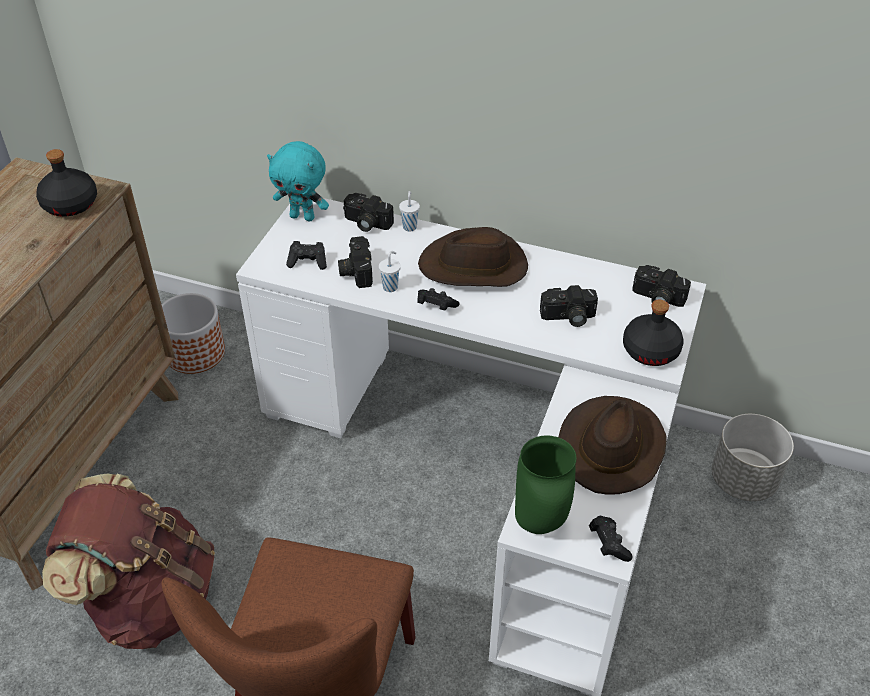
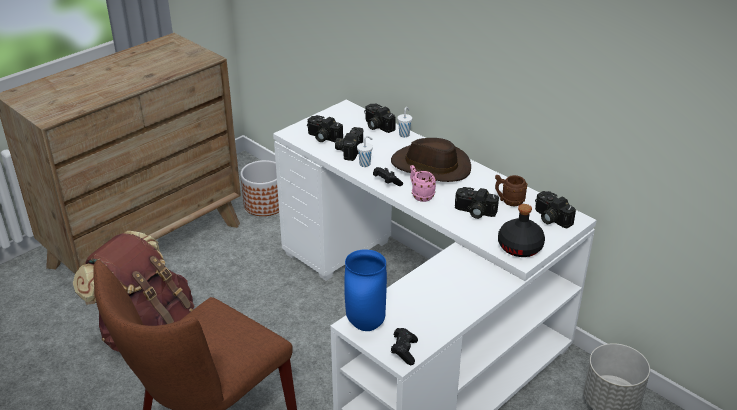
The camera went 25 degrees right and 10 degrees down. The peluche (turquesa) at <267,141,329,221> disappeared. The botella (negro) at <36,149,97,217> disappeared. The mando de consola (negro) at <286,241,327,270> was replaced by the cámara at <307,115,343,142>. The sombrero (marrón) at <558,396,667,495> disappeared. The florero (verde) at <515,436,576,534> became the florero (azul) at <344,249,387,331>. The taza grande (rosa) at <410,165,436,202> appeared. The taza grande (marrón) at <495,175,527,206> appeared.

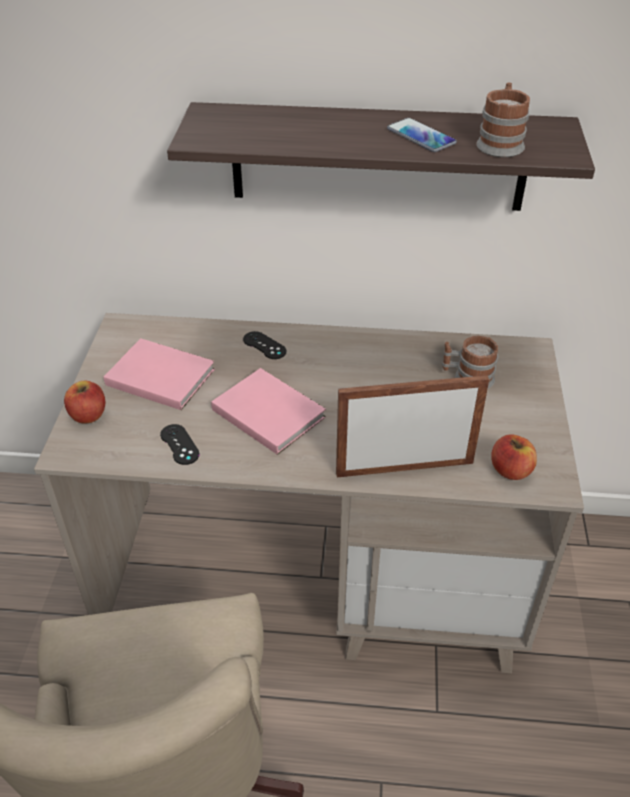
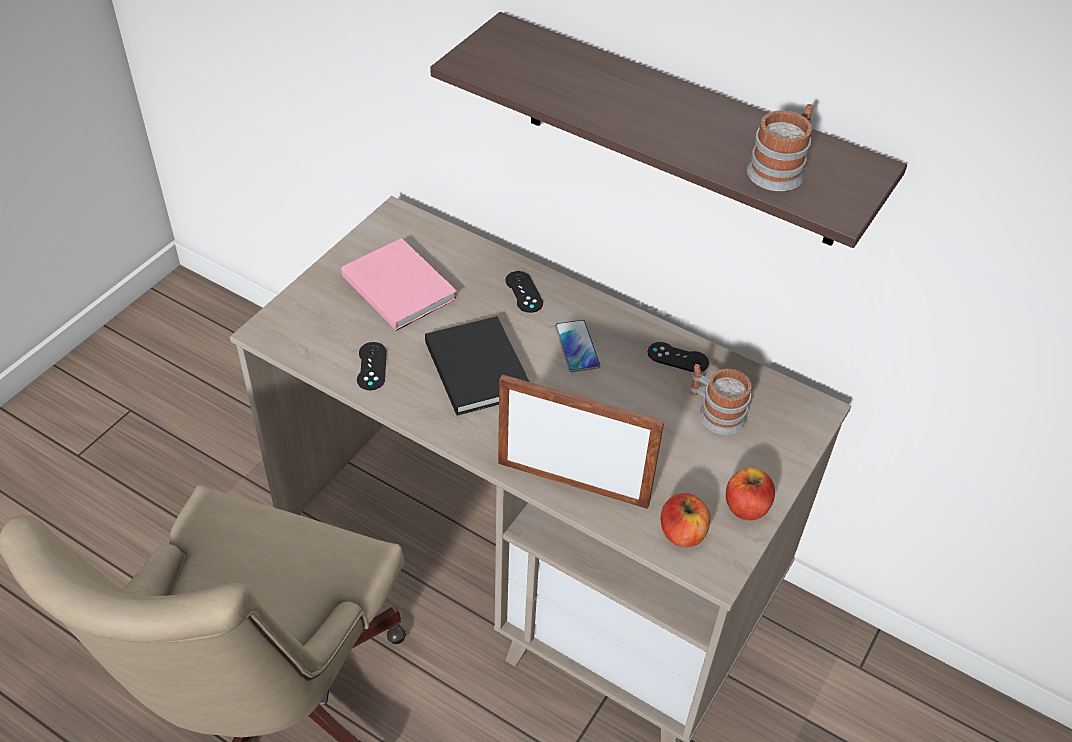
The camera went 25 degrees right and 5 degrees up. The móvil moved from <387,118,457,152> to <555,320,600,372>. The libro (rosa) at <211,368,326,455> became the libro (negro) at <425,316,529,416>. The manzana moved from <64,381,105,424> to <726,467,775,521>. The mando de consola (negro) at <648,342,709,372> appeared.

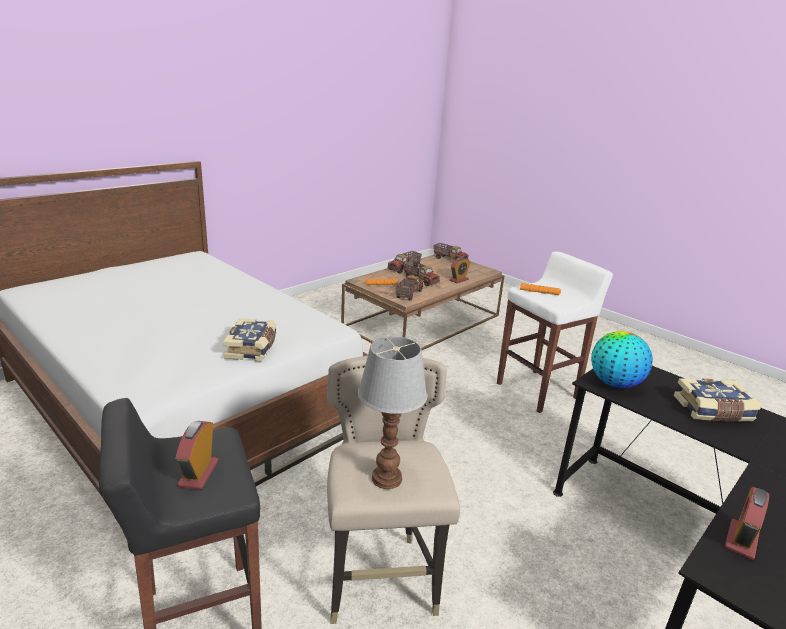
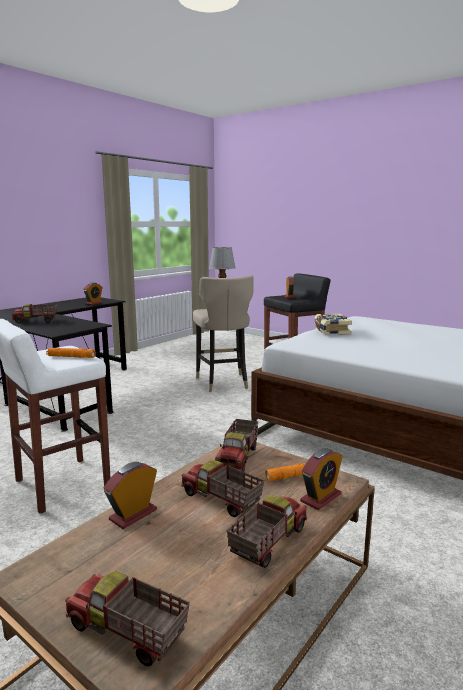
The camera went 175 degrees right and 10 degrees down. The globo terráqueo at <591,331,653,388> disappeared. The libro at <674,378,760,421> was replaced by the camión de juguete at <12,304,57,323>. The despertador at <300,448,343,510> appeared.

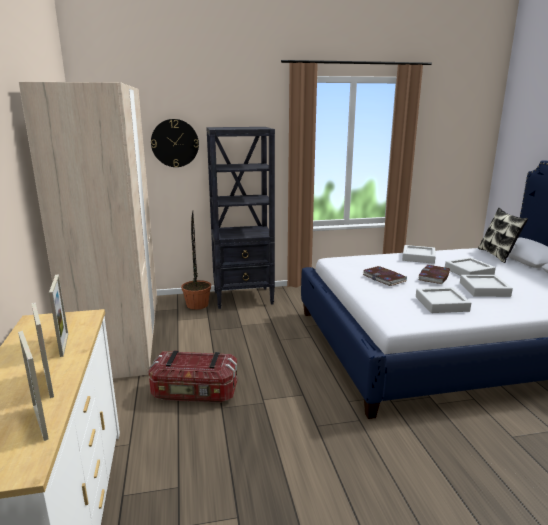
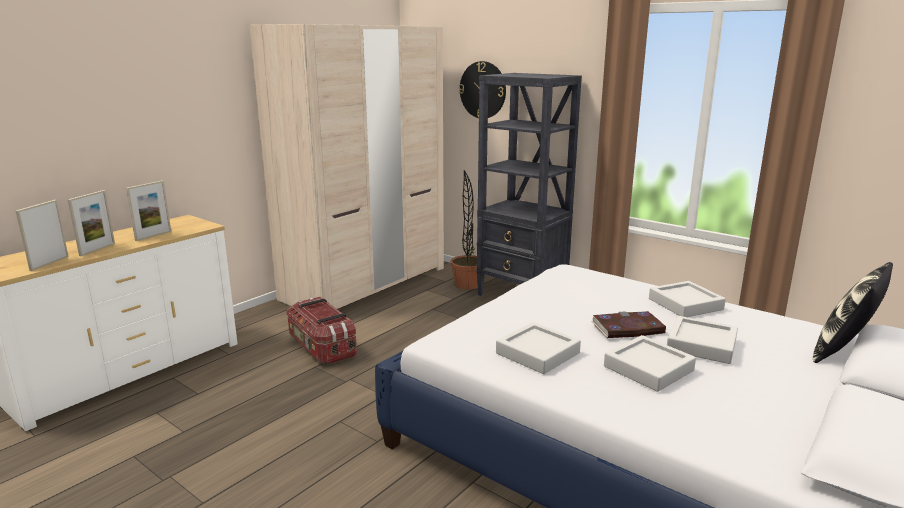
The camera went 50 degrees right and 0 degrees up. The libro at <362,266,407,286> disappeared.

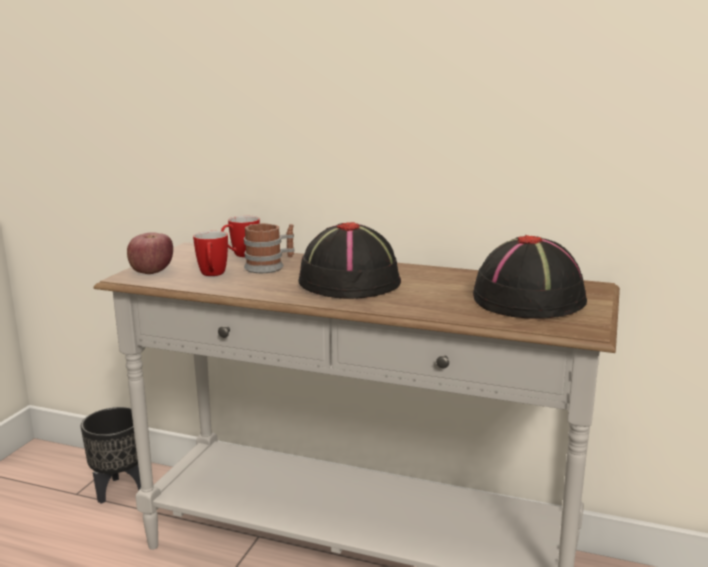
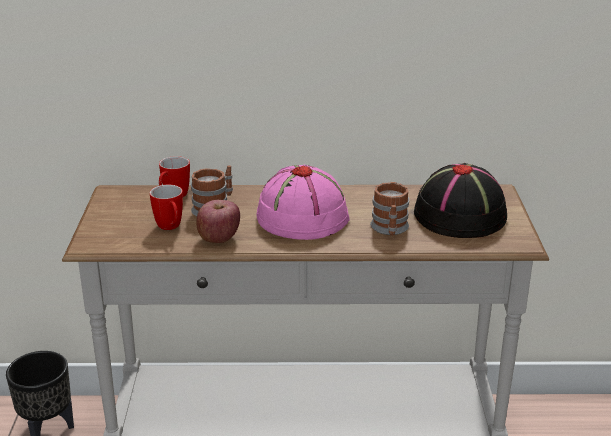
The camera went 20 degrees left and 10 degrees up. The sombrero (negro) at <299,222,401,299> became the sombrero (rosa) at <257,164,350,240>. The manzana moved from <127,233,173,274> to <196,200,240,243>. The taza grande at <370,182,409,236> appeared.

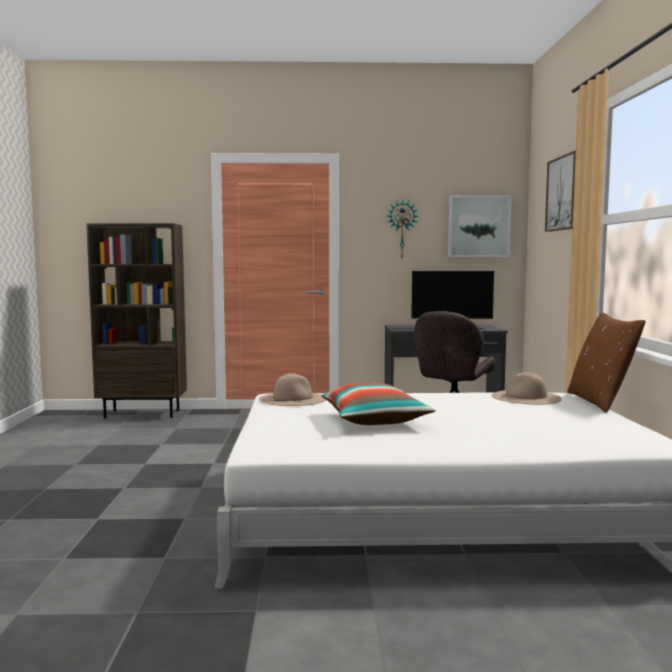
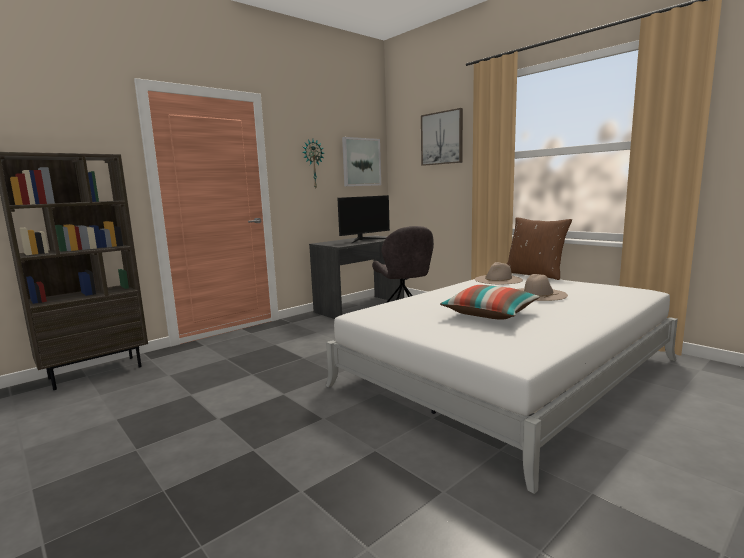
The camera went 40 degrees left and 5 degrees up. The sombrero (beis) moved from <259,373,326,406> to <518,274,568,301>.

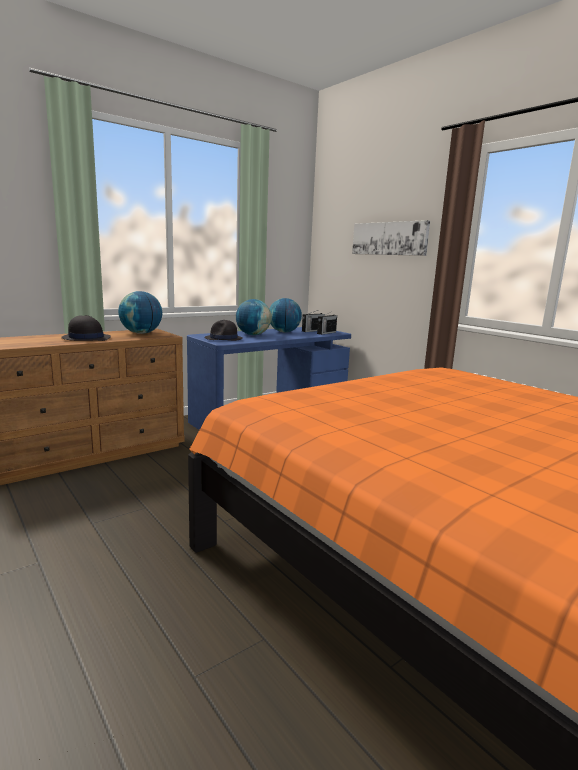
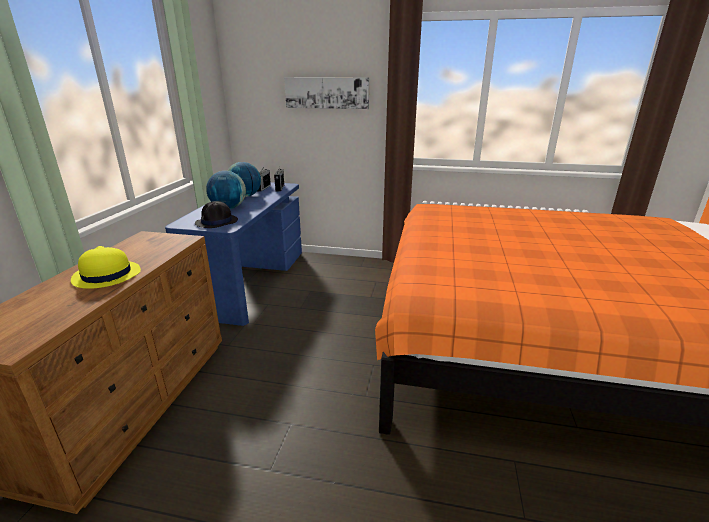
The camera went 40 degrees left and 10 degrees up. The globo terráqueo at <118,291,162,334> disappeared. The sombrero (negro) at <61,315,111,341> became the sombrero (amarillo) at <71,246,141,289>.

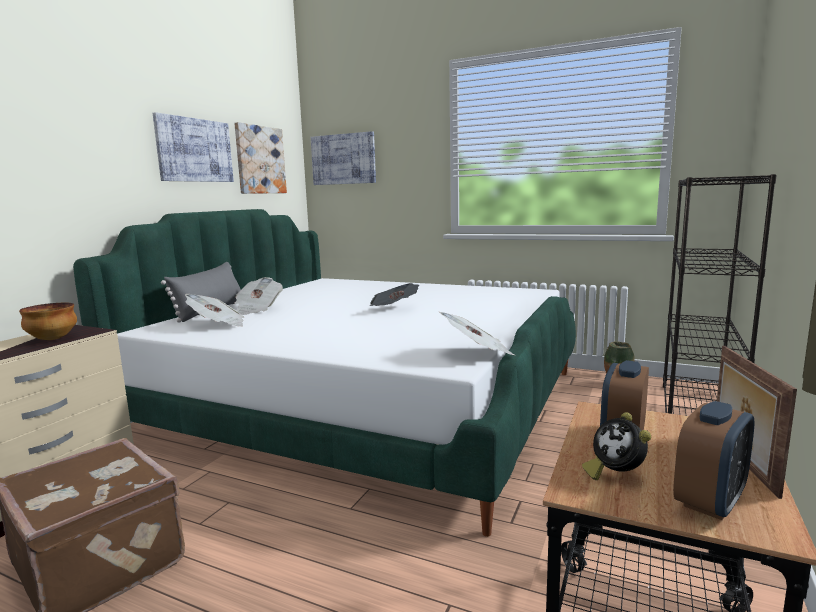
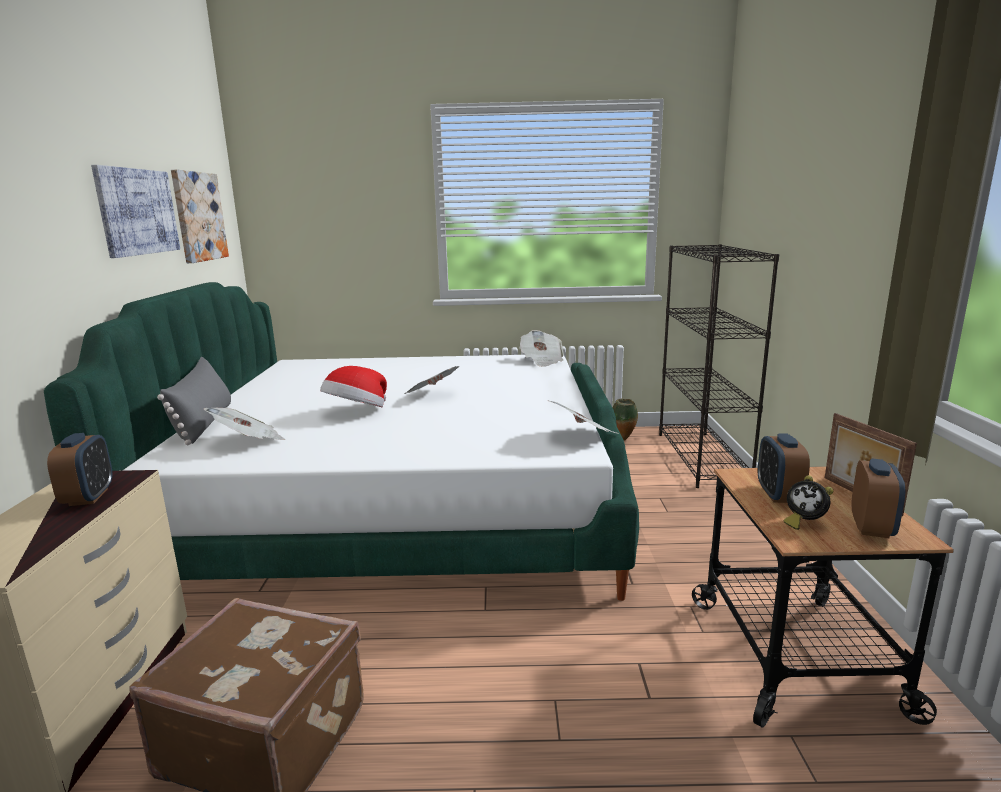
The camera went 25 degrees left and 5 degrees up. The cuadro at <311,131,376,185> disappeared. The periódico moved from <234,277,283,315> to <519,330,564,367>. The cuenco at <19,303,77,340> was replaced by the despertador at <47,433,112,506>. The sombrero at <320,366,387,407> appeared.

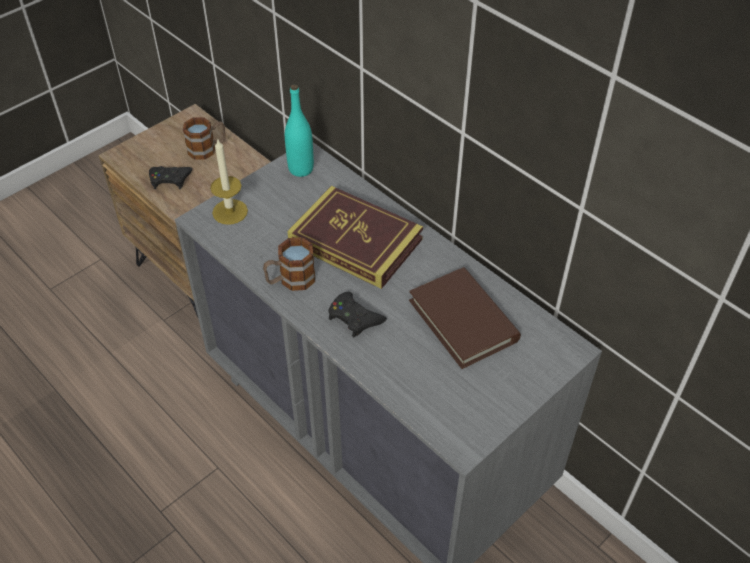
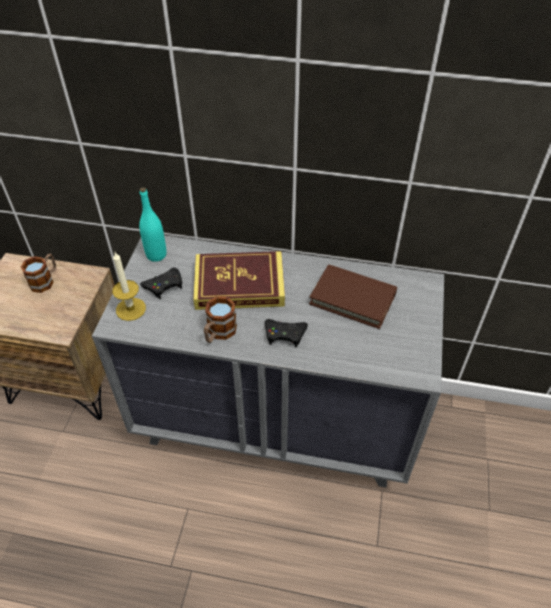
The camera went 35 degrees left and 0 degrees up. The mando de consola (negro) moved from <149,166,192,189> to <140,268,182,299>.

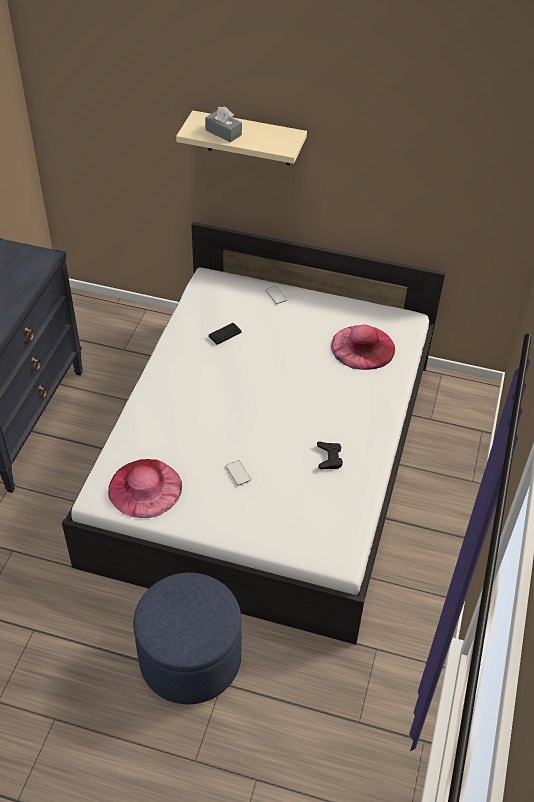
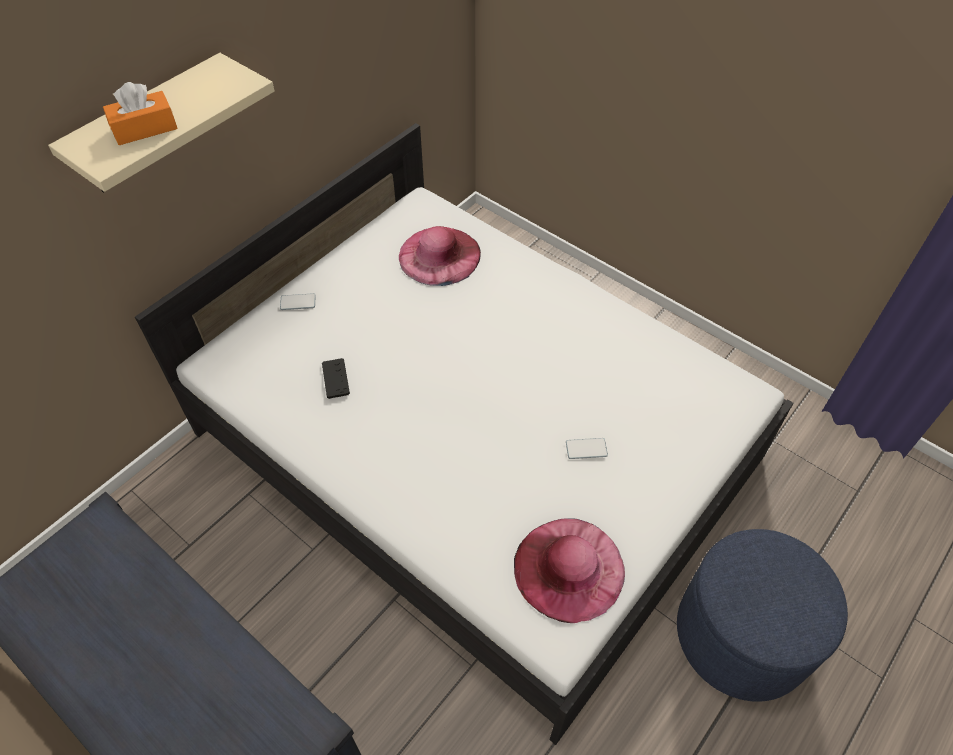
The camera went 65 degrees left and 5 degrees up. The caja de pañuelos (gris) at <205,106,242,142> became the caja de pañuelos (naranja) at <103,82,178,145>. The mando de consola (negro) at <317,441,343,470> disappeared.

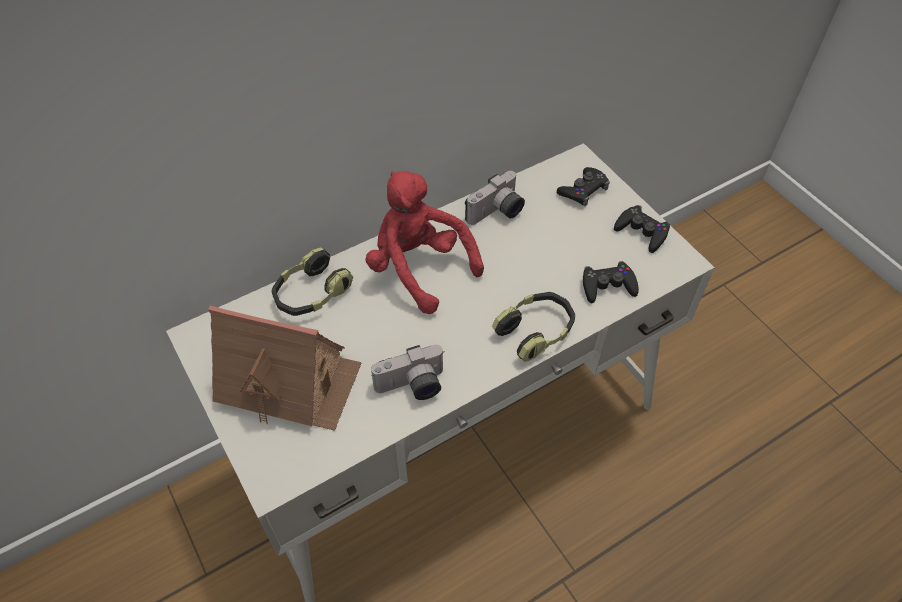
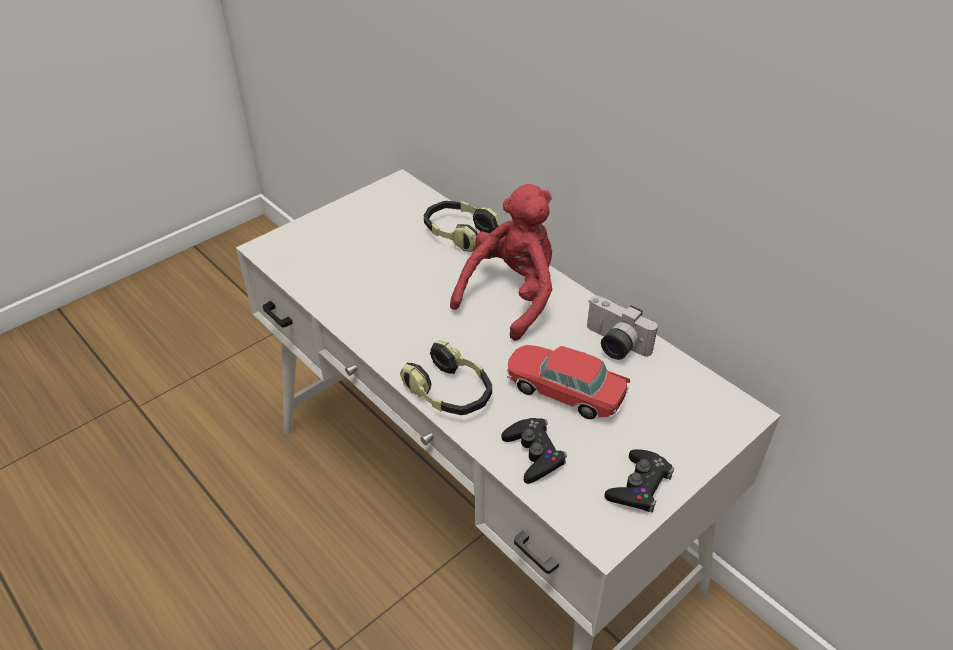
The camera went 80 degrees right and 10 degrees down. The mando de consola (negro) at <557,167,610,206> disappeared. The casita at <208,306,362,431> disappeared. The cámara at <371,345,445,400> disappeared. The coche de juguete at <507,345,630,419> appeared.

